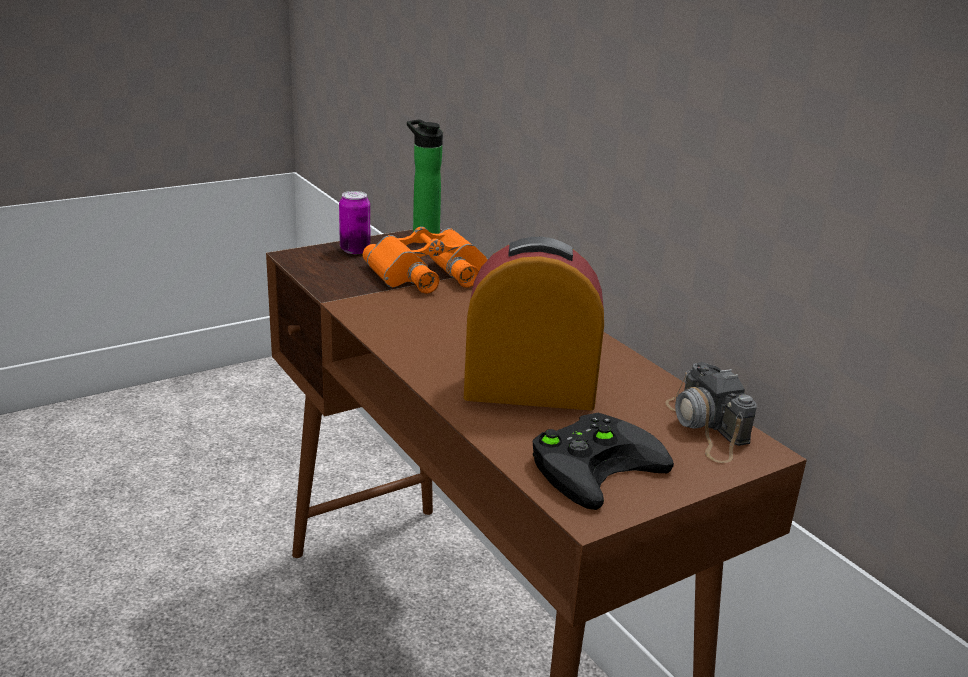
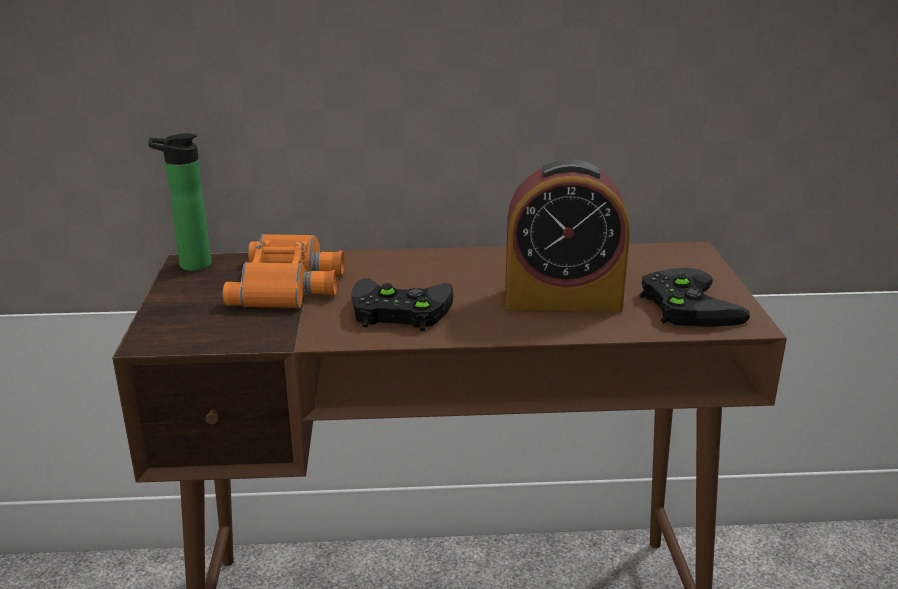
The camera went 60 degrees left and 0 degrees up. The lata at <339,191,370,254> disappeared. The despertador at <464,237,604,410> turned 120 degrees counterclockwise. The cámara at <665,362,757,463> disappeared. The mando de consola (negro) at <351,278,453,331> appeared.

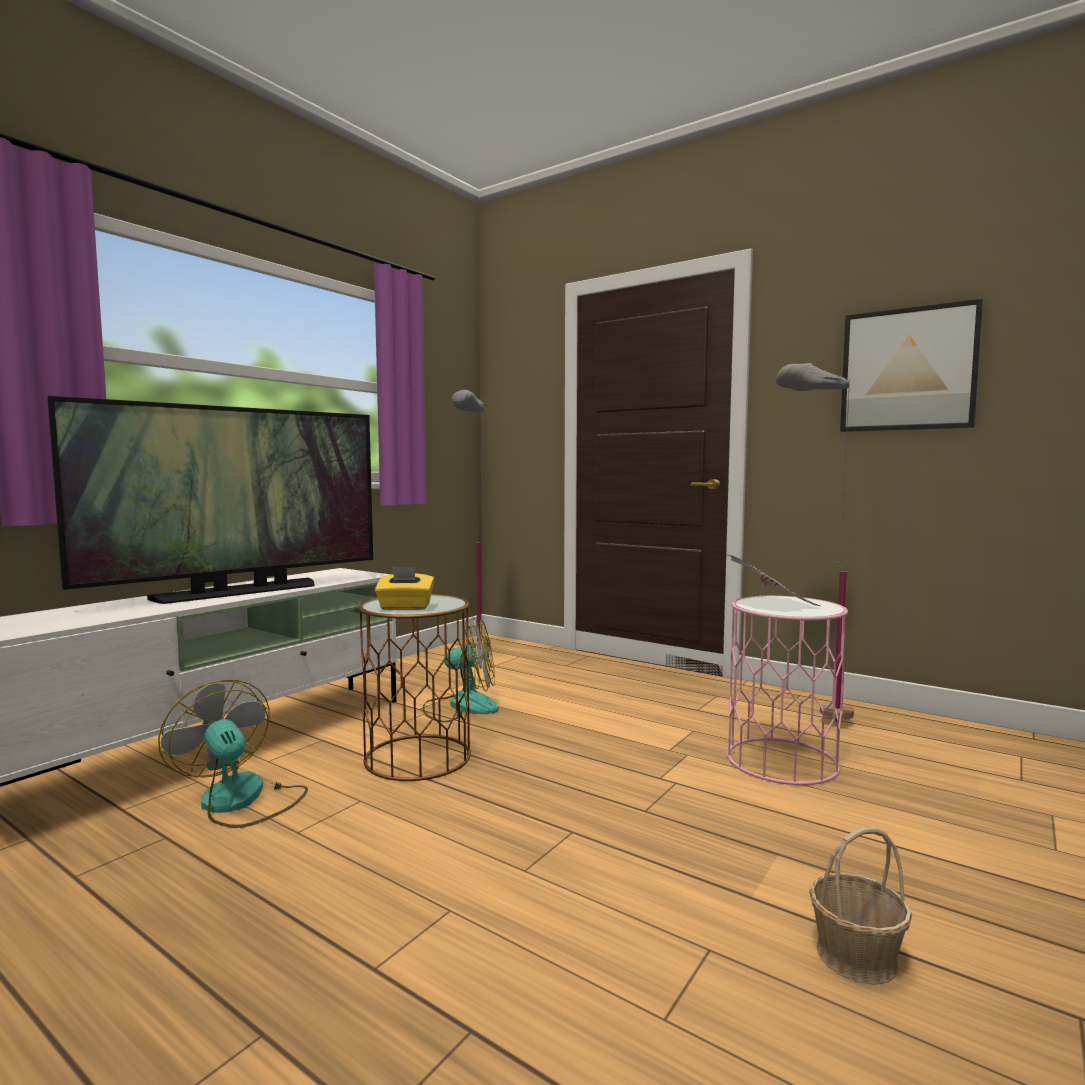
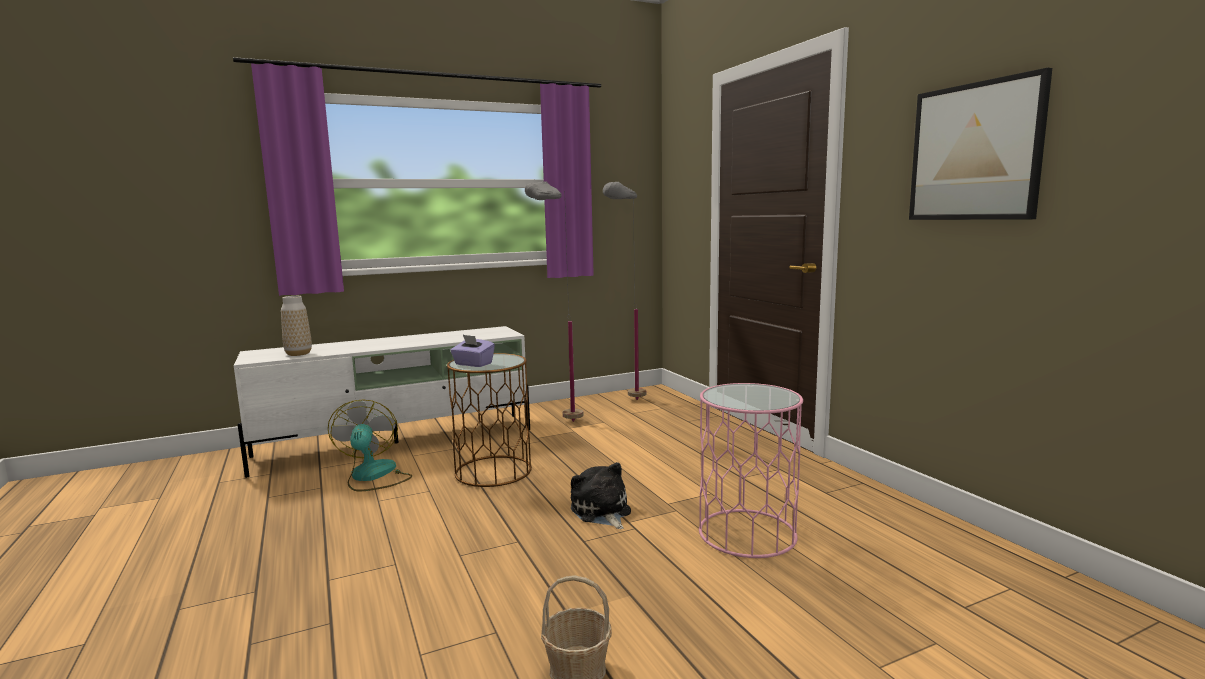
The camera went 30 degrees right and 5 degrees up. The lámpara de pie (gris) moved from <776,363,854,722> to <525,181,584,422>. The televisor at <47,396,373,604> disappeared. The periódico at <728,555,820,606> disappeared. The caja de pañuelos (amarillo) at <375,567,434,610> became the caja de pañuelos (morado) at <450,335,495,367>. The ventilador at <423,617,499,722> disappeared. The florero at <281,296,312,356> appeared. The peluche at <571,462,631,529> appeared.

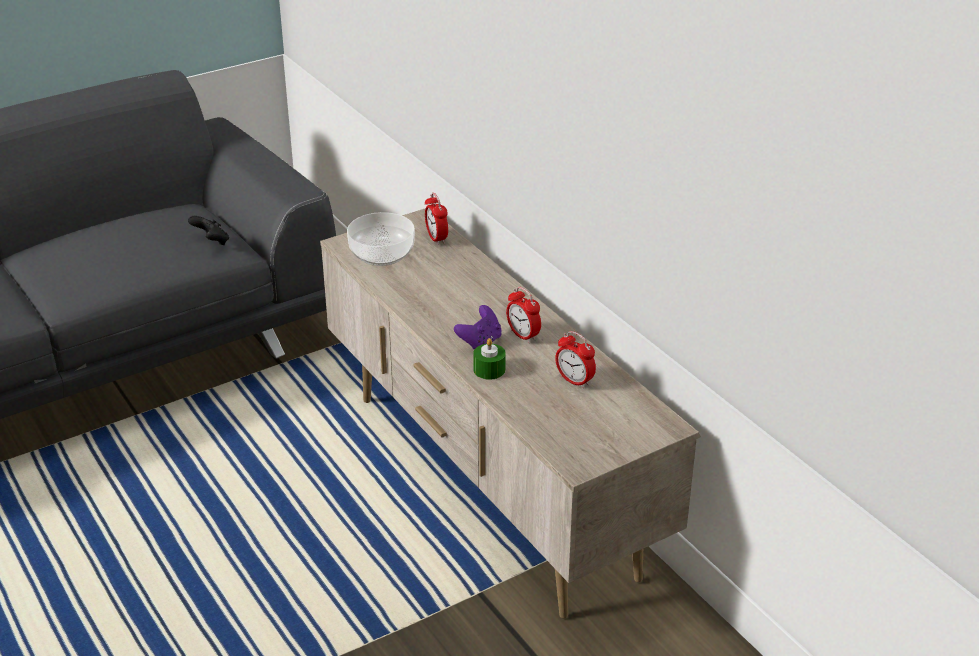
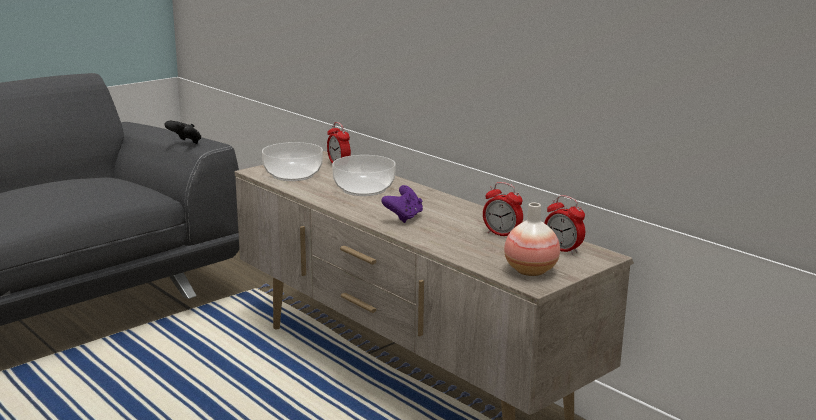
The camera went 10 degrees left and 15 degrees down. The mando de consola (negro) moved from <188,216,229,245> to <164,121,201,144>. The despertador moved from <506,287,541,343> to <544,195,585,255>. The vela (verde) at <473,338,506,380> disappeared. The cuenco at <332,155,396,196> appeared. The florero at <504,203,560,276> appeared.

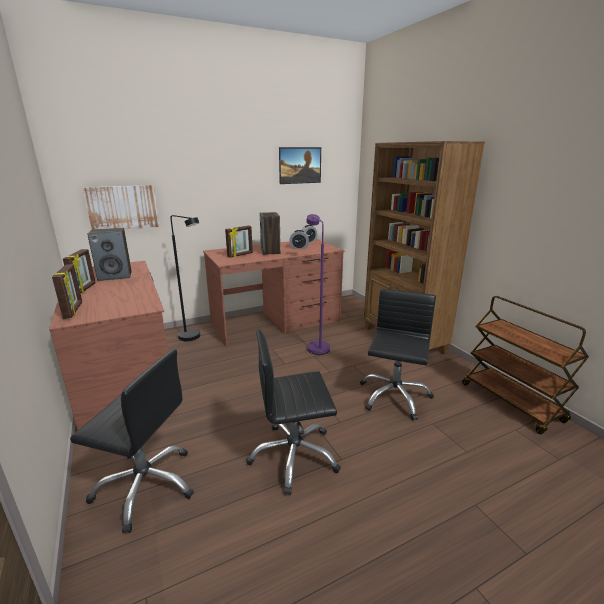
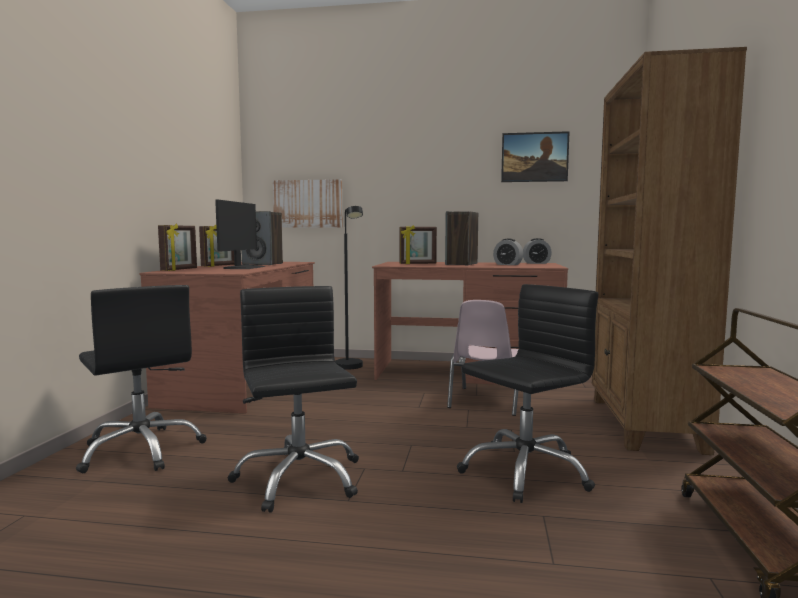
The camera went 35 degrees right and 15 degrees down. The lámpara de pie (morado) at <306,214,330,355> was replaced by the silla (rosa) at <447,300,518,416>. The silla de oficina (negro) at <246,329,341,495> turned 45 degrees clockwise. The monitor at <215,200,265,269> appeared.

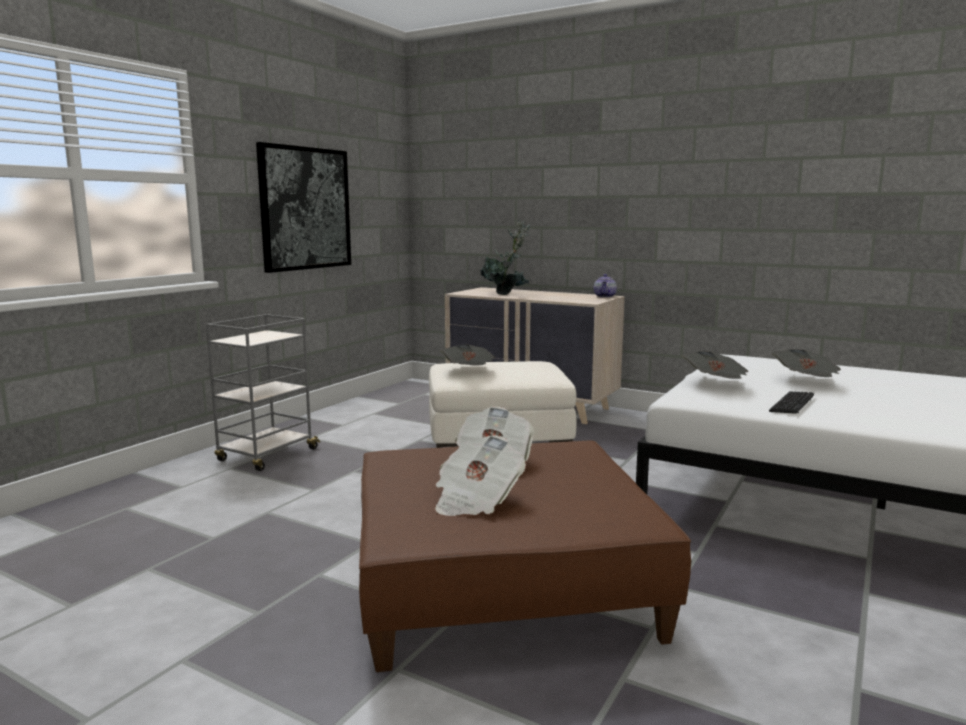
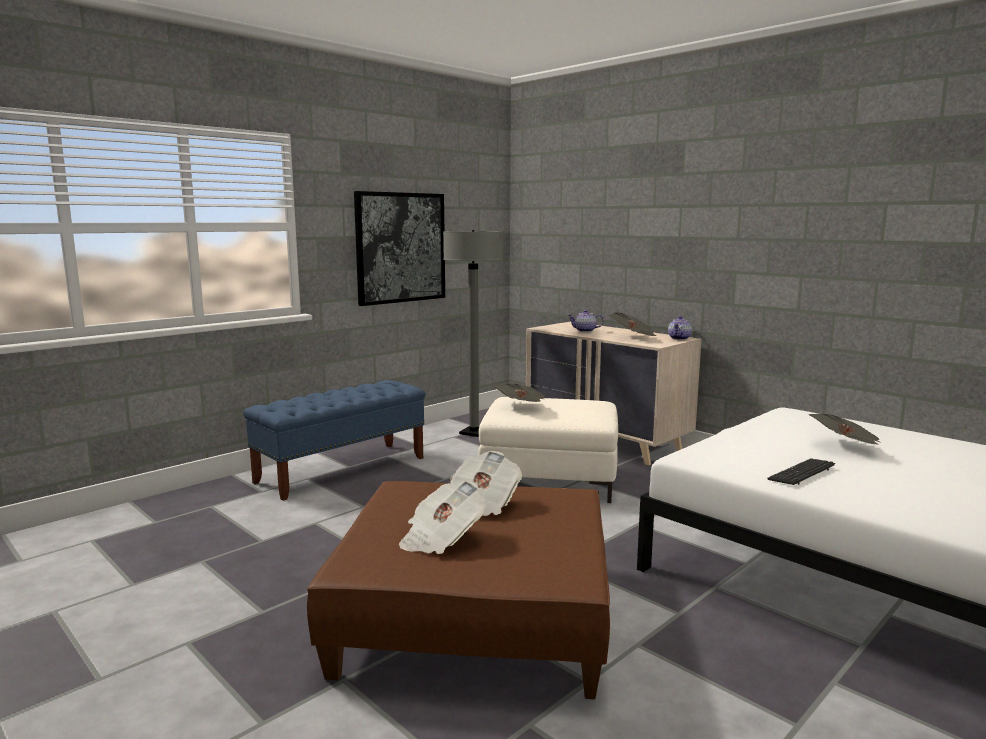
The camera went 15 degrees right and 0 degrees up. The planta en maceta at <481,219,530,295> was replaced by the tetera at <569,310,604,332>. The carrito (gris) at <206,314,320,471> was replaced by the banco (azul) at <243,380,425,501>. The periódico moved from <681,351,748,379> to <609,312,657,336>. The lámpara de pie (gris) at <443,230,503,437> appeared.

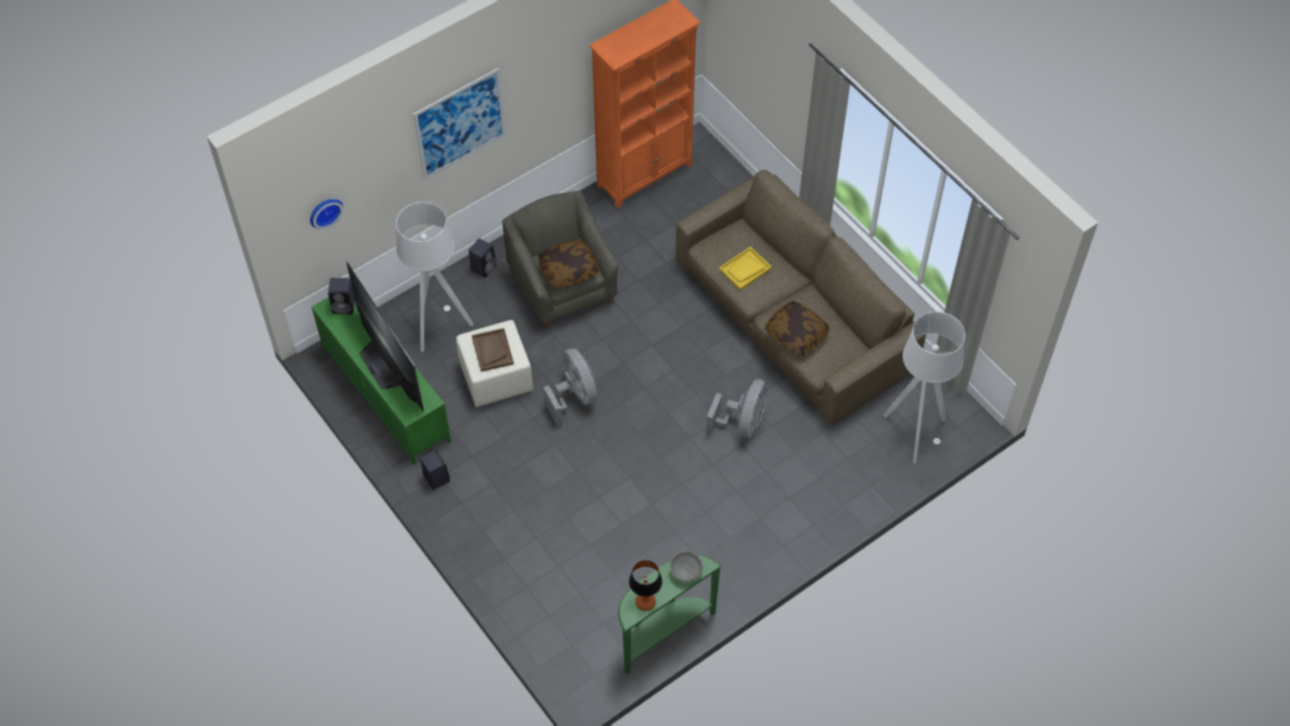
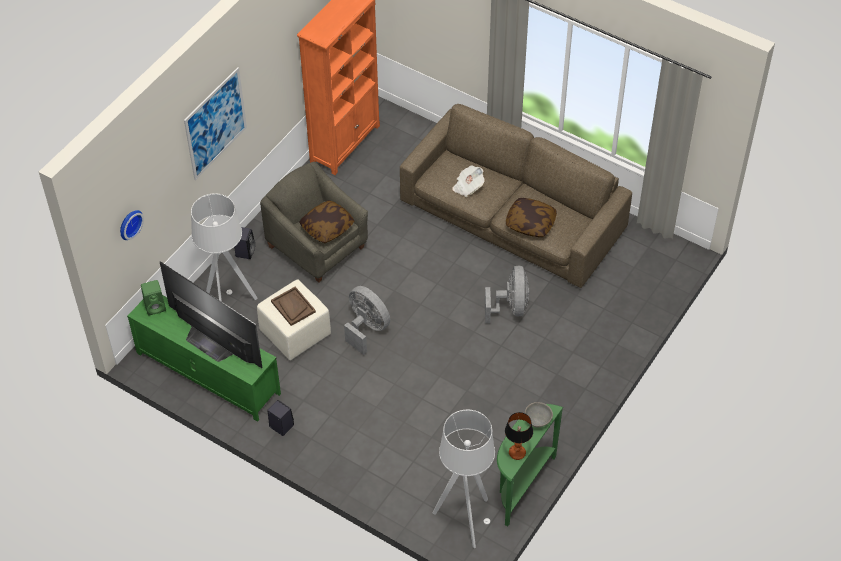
The camera went 20 degrees left and 5 degrees down. The bandeja (amarillo) at <719,247,772,290> was replaced by the periódico at <452,165,485,197>. The altavoz (negro) at <328,278,355,314> became the altavoz (verde) at <141,280,166,316>. The lámpara de pie (gris) moved from <883,312,965,463> to <432,409,495,548>.

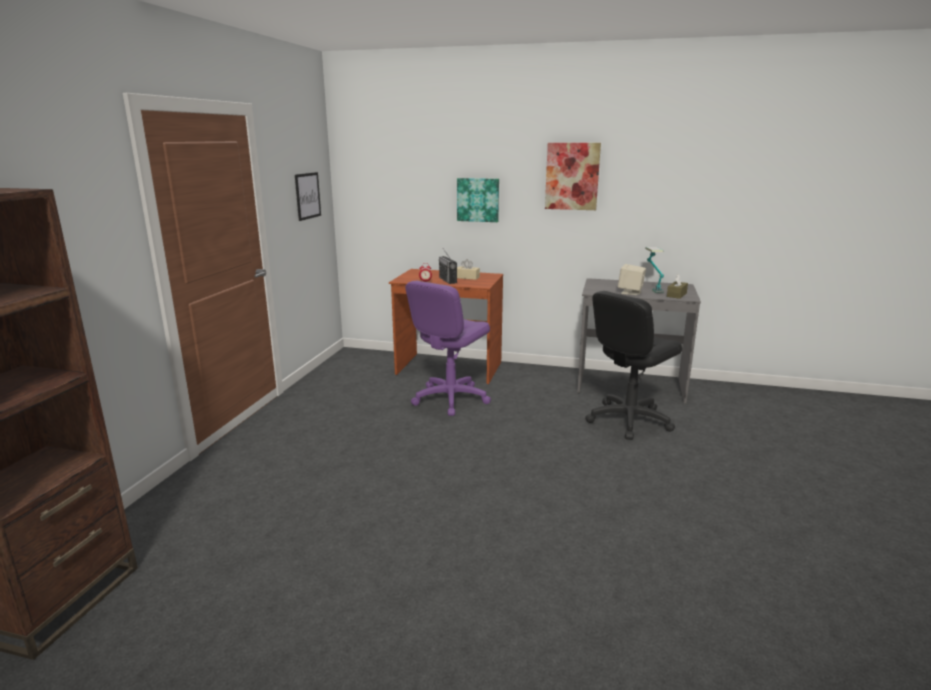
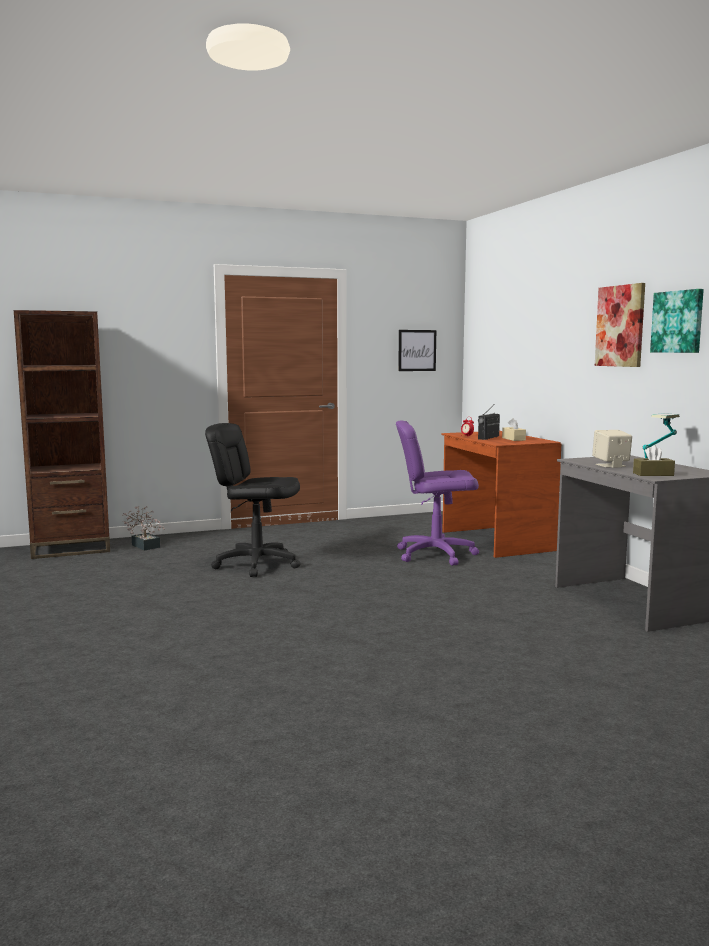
The camera went 55 degrees right and 10 degrees down. The cuadro moved from <457,178,499,222> to <650,289,704,353>. The silla de oficina (negro) moved from <585,291,682,440> to <205,423,300,577>. The planta en maceta at <122,506,165,551> appeared.

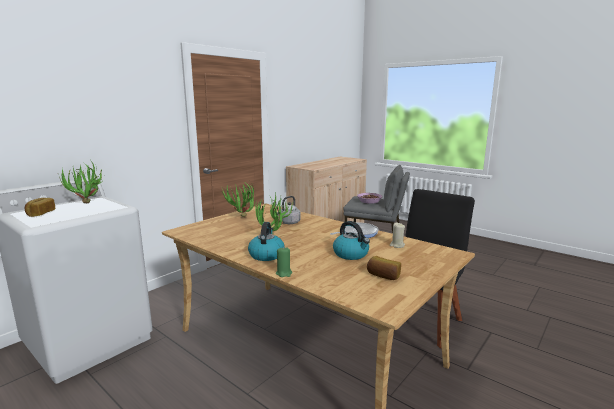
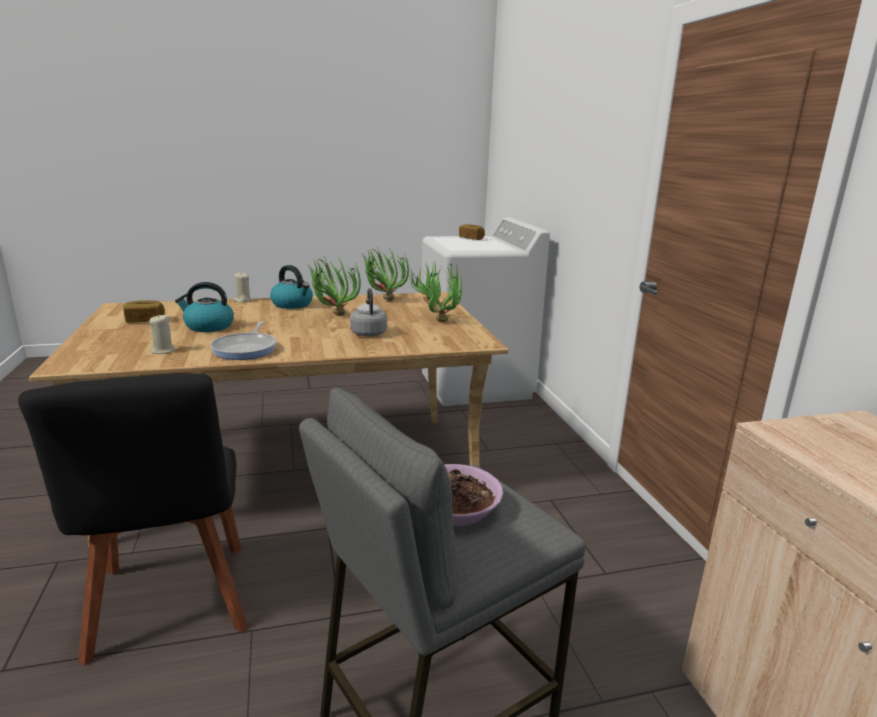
The camera went 125 degrees right and 5 degrees up. The planta en maceta moved from <57,161,102,203> to <362,246,409,301>. The vela (verde) at <276,246,292,277> became the vela (beis) at <233,272,252,303>.

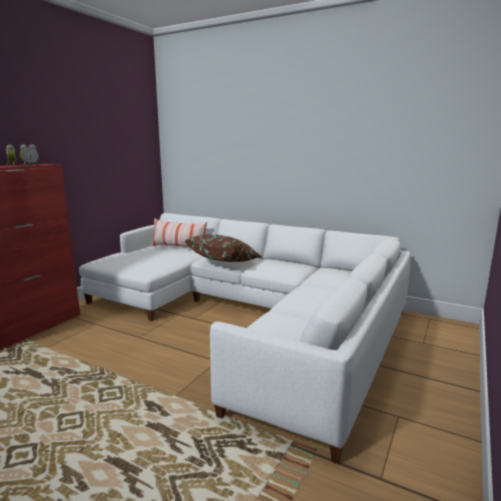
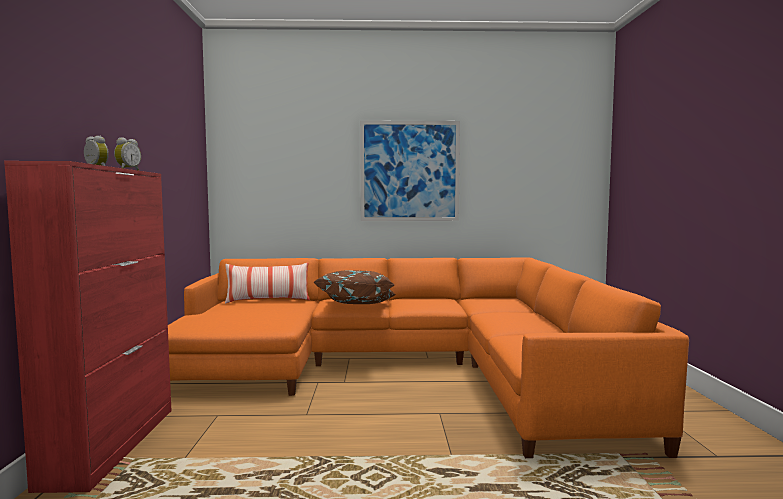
The camera went 30 degrees left and 10 degrees down. The sofá (blanco) at <79,213,411,464> became the sofá (naranja) at <168,257,689,458>. The cuadro at <360,121,460,221> appeared.

